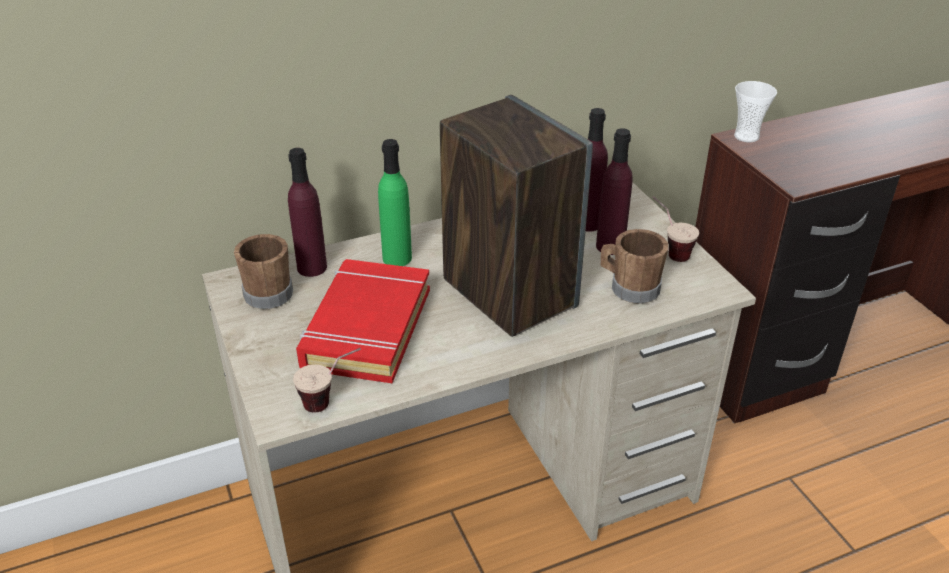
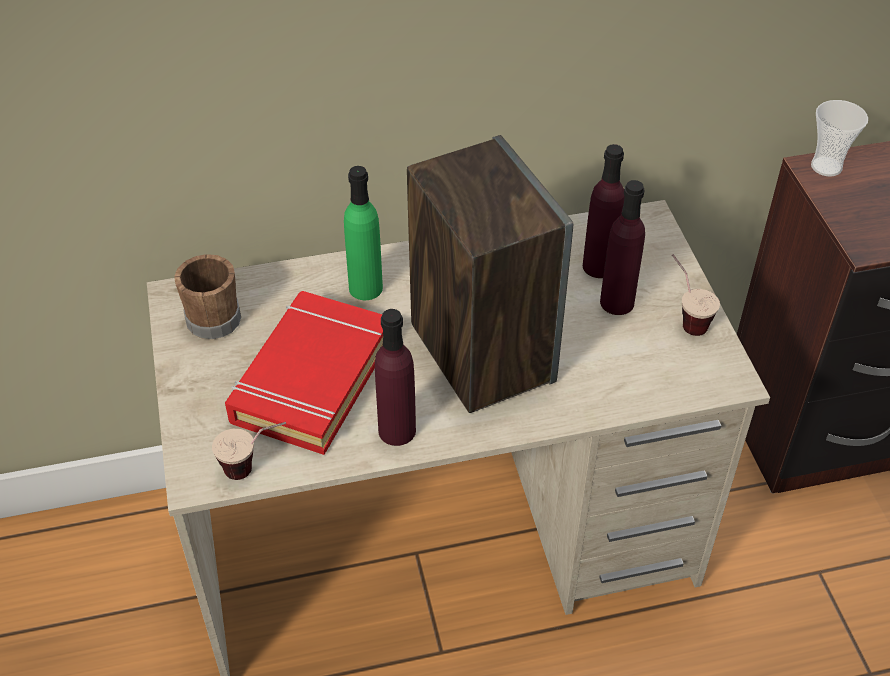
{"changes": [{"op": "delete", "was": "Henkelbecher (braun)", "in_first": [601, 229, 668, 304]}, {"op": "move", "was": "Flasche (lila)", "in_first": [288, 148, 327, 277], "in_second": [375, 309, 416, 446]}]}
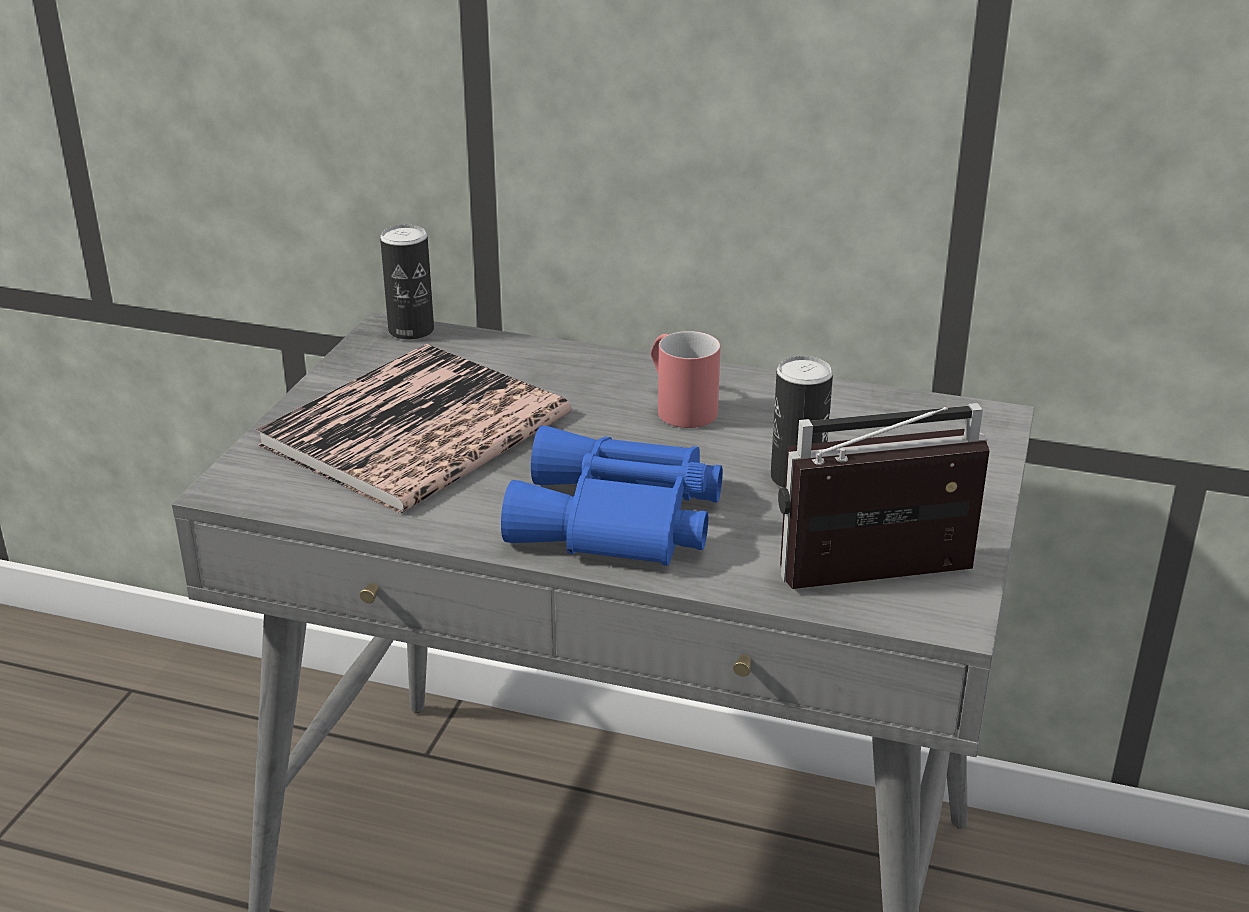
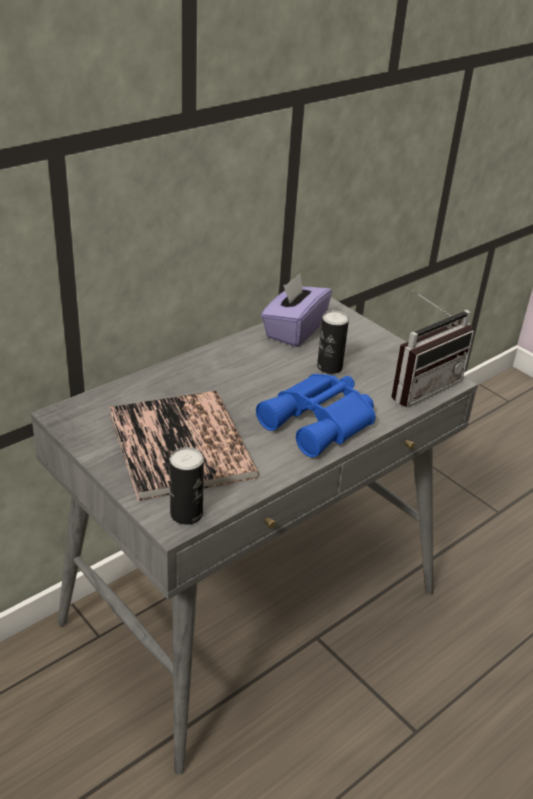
{"changes": [{"op": "delete", "was": "Henkelbecher (rot)", "in_first": [651, 331, 720, 428]}, {"op": "insert", "now": "Taschentuchbox (lila)", "in_second": [261, 274, 332, 347]}, {"op": "move", "was": "Dose", "in_first": [380, 224, 434, 340], "in_second": [170, 447, 204, 525]}, {"op": "rotate", "was": "Radio", "in_first": [778, 403, 990, 589], "in_second": [391, 290, 474, 407], "clockwise": -150}]}
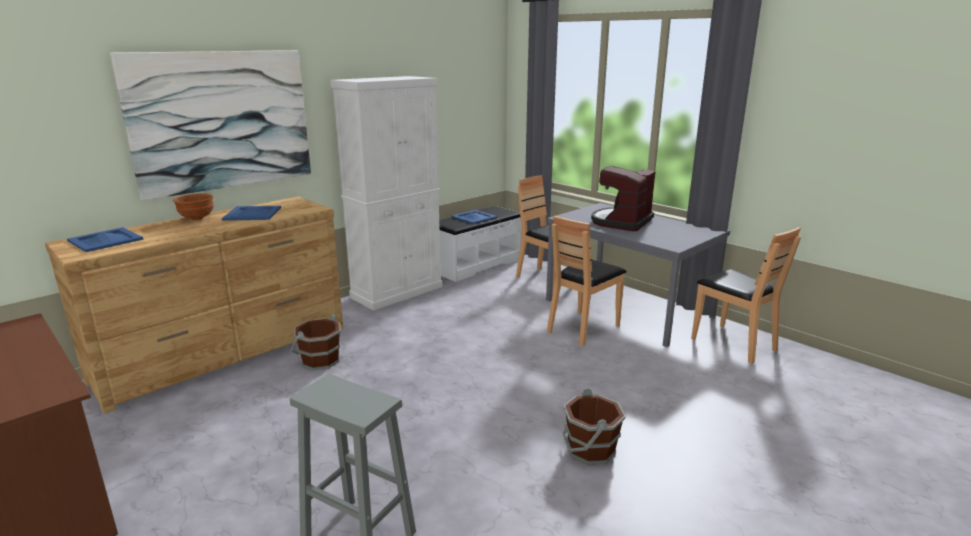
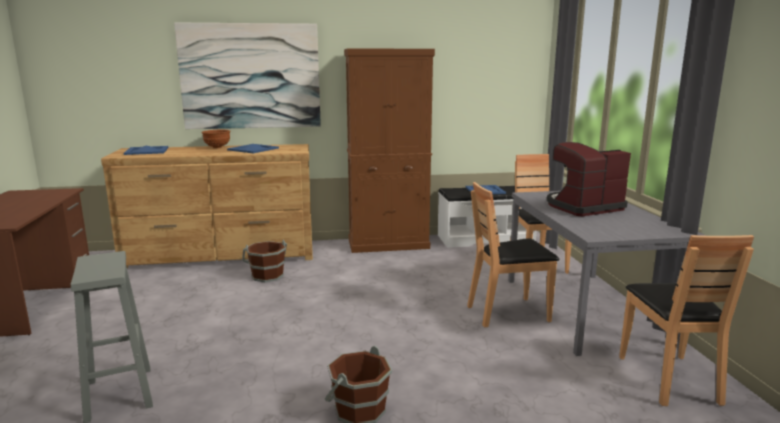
{"changes": [{"op": "recolor", "was": "Schrank (weiß)", "now": "Schrank (braun)", "in_first": [330, 76, 442, 311], "in_second": [344, 49, 435, 253]}]}
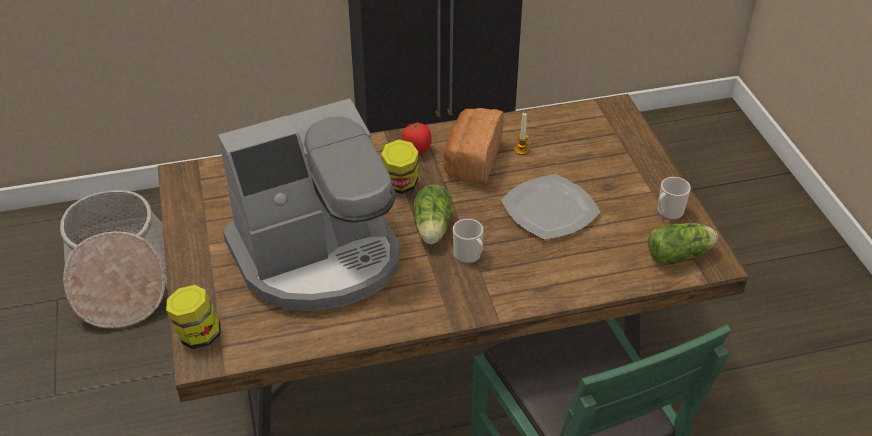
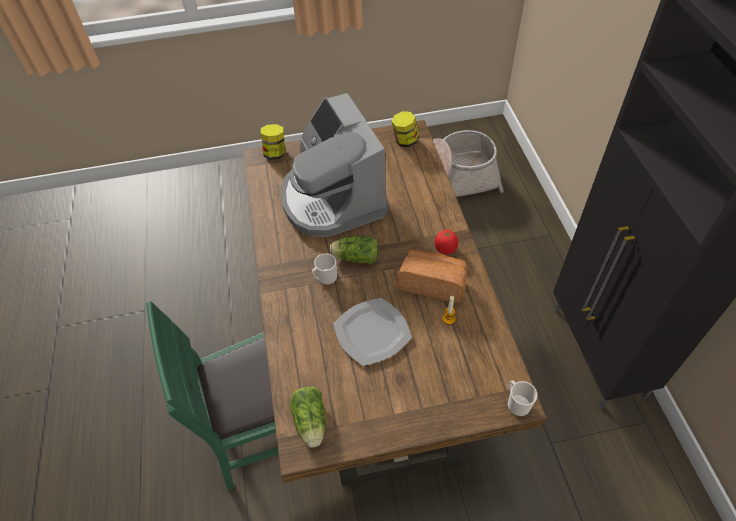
{"changes": [{"op": "move", "was": "Vorratsglas", "in_first": [381, 139, 418, 194], "in_second": [392, 111, 419, 147]}, {"op": "move", "was": "Henkelbecher", "in_first": [658, 177, 691, 220], "in_second": [508, 380, 538, 416]}]}
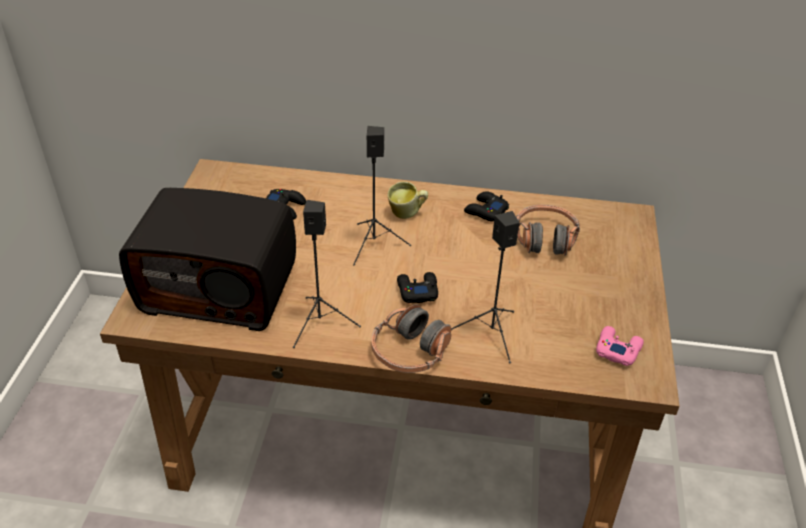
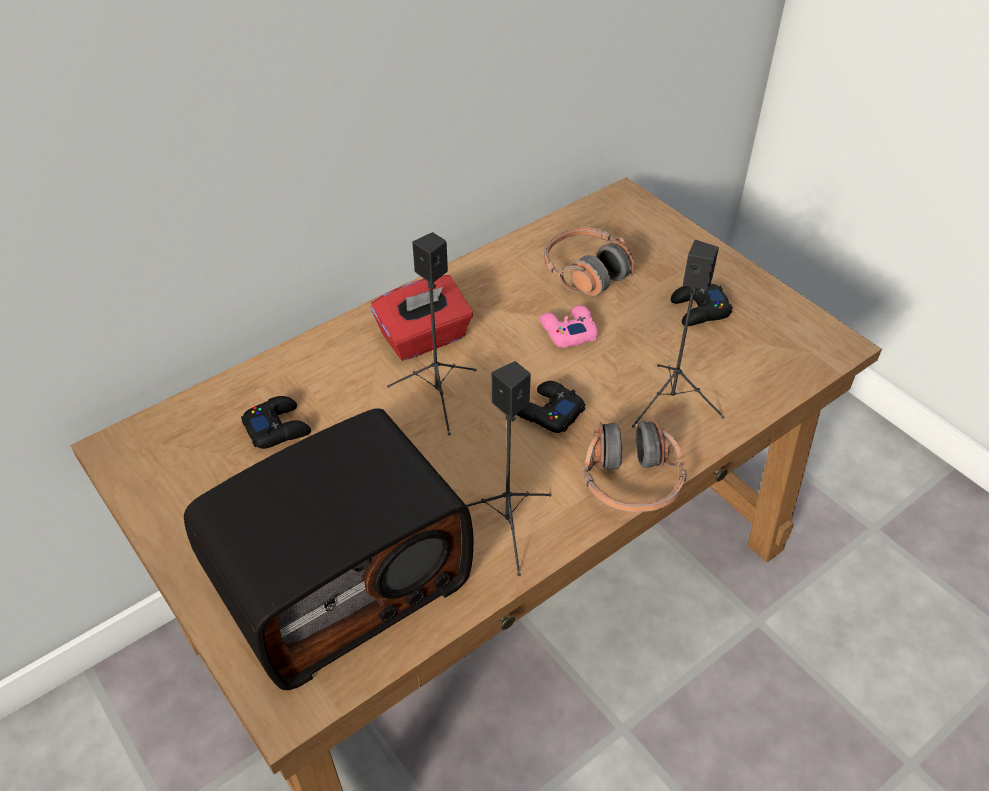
{"changes": [{"op": "move", "was": "Gamepad (schwarz)", "in_first": [464, 191, 509, 221], "in_second": [671, 284, 733, 326]}, {"op": "move", "was": "Gamepad (rosa)", "in_first": [596, 326, 644, 366], "in_second": [540, 305, 598, 348]}, {"op": "replace", "was": "Henkelbecher", "now": "Taschentuchbox (rot)", "in_first": [387, 181, 428, 219], "in_second": [371, 275, 473, 361]}]}
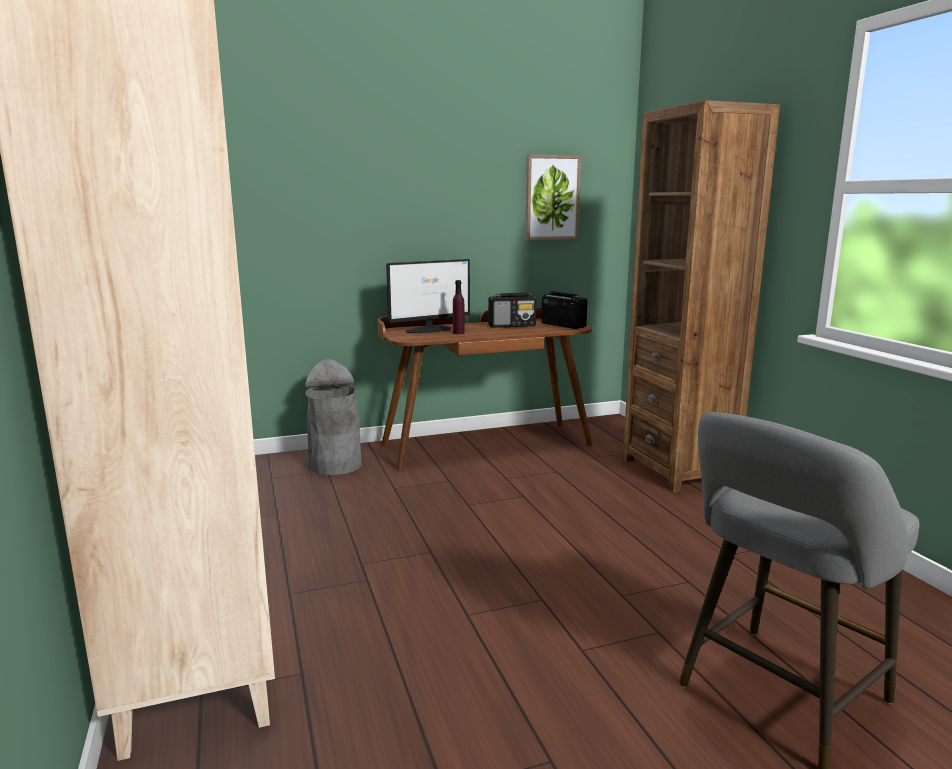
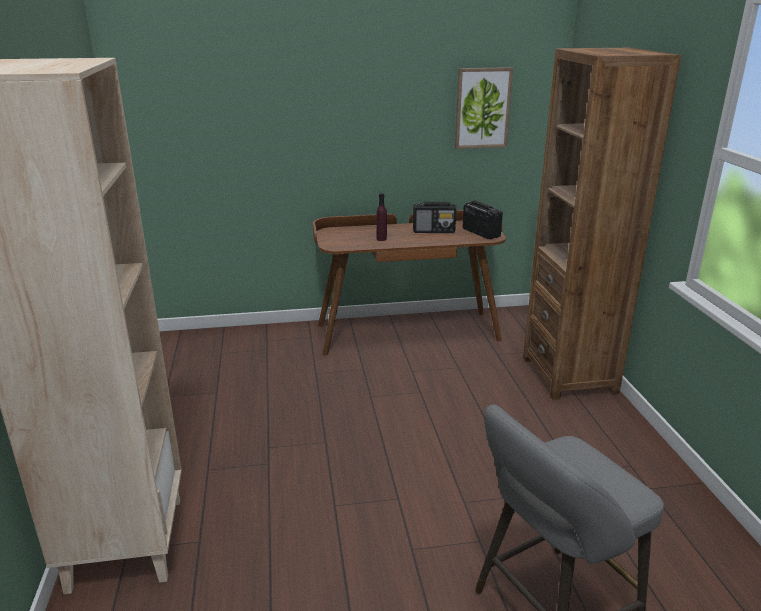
{"changes": [{"op": "delete", "was": "Mülleimer (grau)", "in_first": [305, 359, 362, 475]}, {"op": "delete", "was": "Monitor", "in_first": [386, 259, 470, 333]}]}
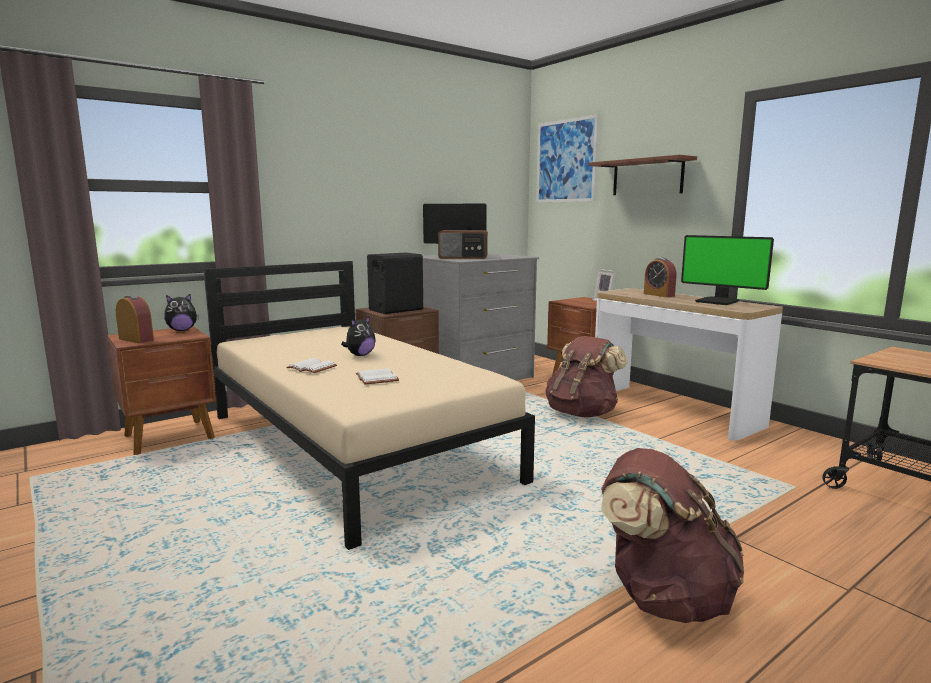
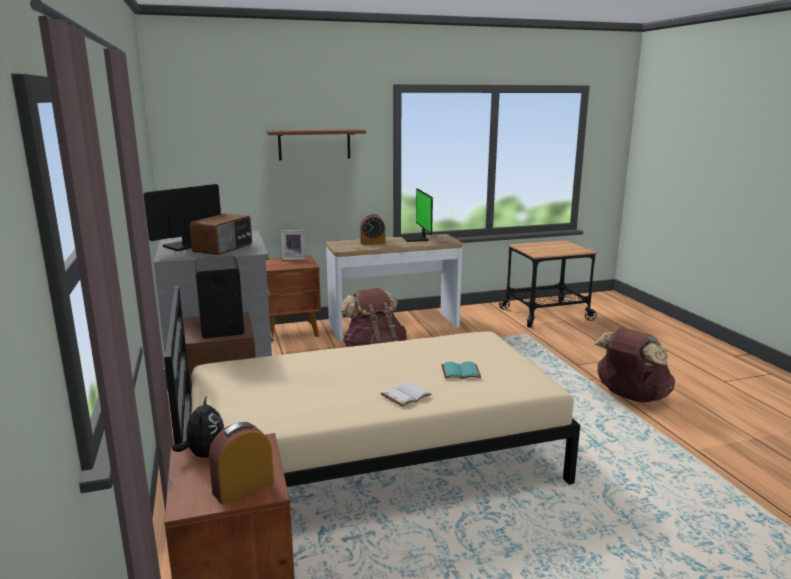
{"changes": [{"op": "delete", "was": "Plüschtier", "in_first": [341, 315, 376, 356]}, {"op": "delete", "was": "Bild", "in_first": [536, 114, 599, 203]}, {"op": "recolor", "was": "Buch (weiß)", "now": "Buch (türkis)", "in_first": [356, 368, 399, 385], "in_second": [441, 361, 481, 379]}, {"op": "rotate", "was": "Monitor", "in_first": [681, 235, 774, 305], "in_second": [402, 188, 433, 242], "clockwise": 105}]}
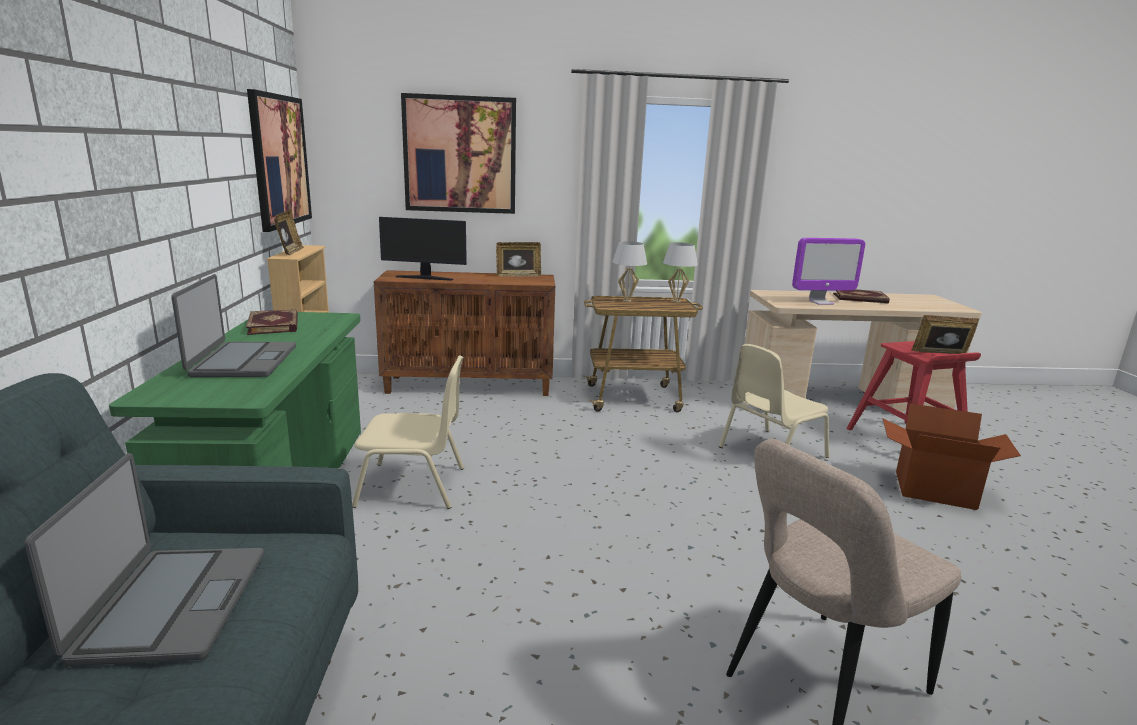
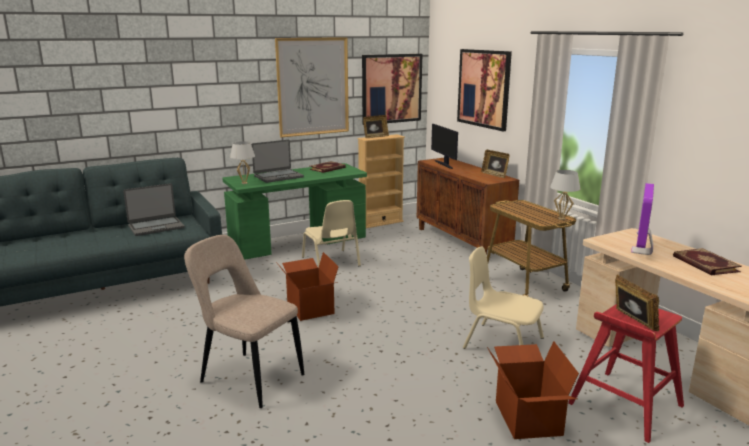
{"changes": [{"op": "insert", "now": "Bild", "in_second": [275, 37, 349, 137]}, {"op": "insert", "now": "Karton", "in_second": [276, 252, 339, 321]}, {"op": "move", "was": "Tischlampe (weiß)", "in_first": [612, 241, 647, 302], "in_second": [230, 141, 255, 184]}, {"op": "rotate", "was": "Monitor", "in_first": [792, 238, 865, 305], "in_second": [631, 183, 654, 255], "clockwise": 60}]}
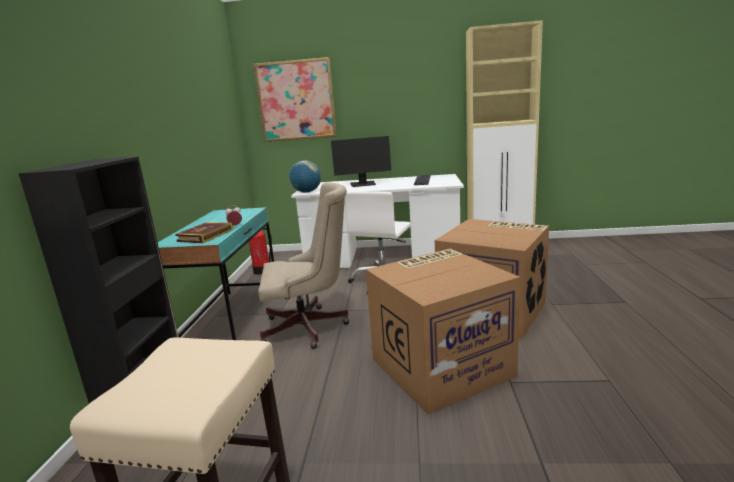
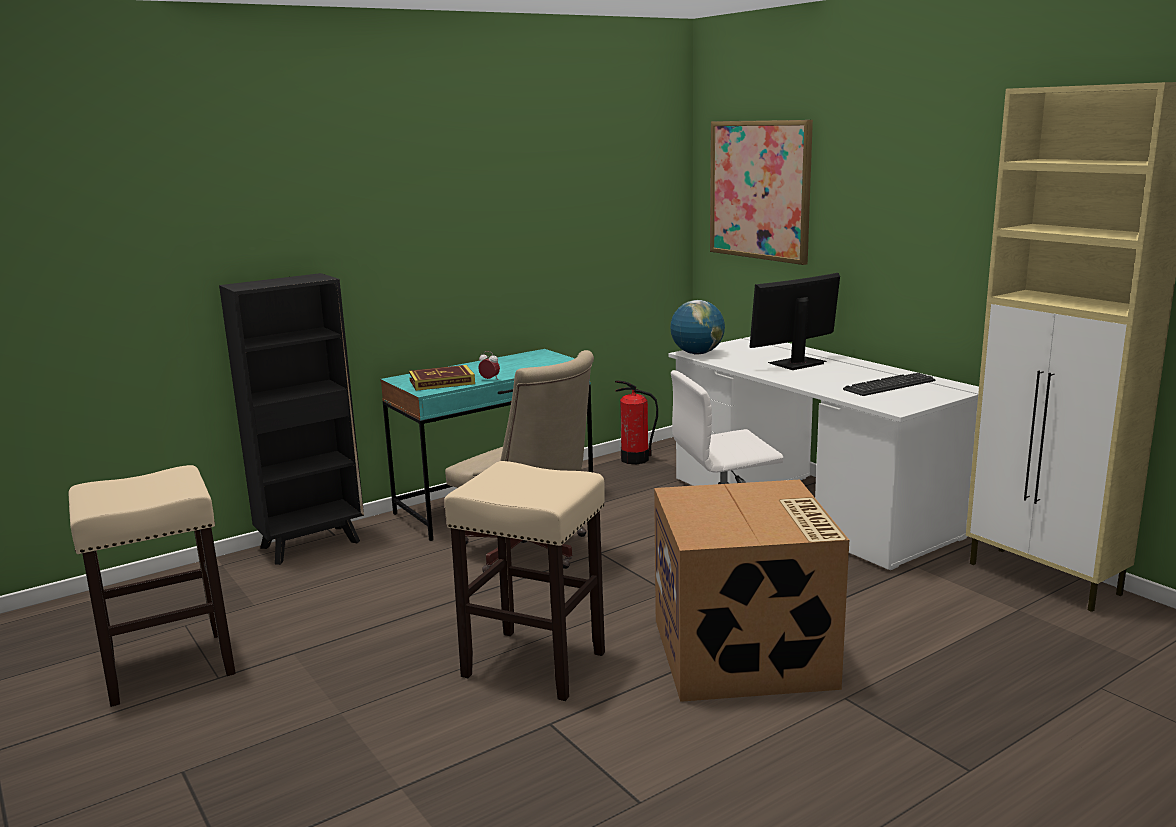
{"changes": [{"op": "replace", "was": "Karton", "now": "Hocker (beige)", "in_first": [366, 249, 520, 415], "in_second": [444, 461, 605, 701]}, {"op": "rotate", "was": "Monitor", "in_first": [331, 136, 391, 187], "in_second": [750, 273, 840, 370], "clockwise": 105}]}
